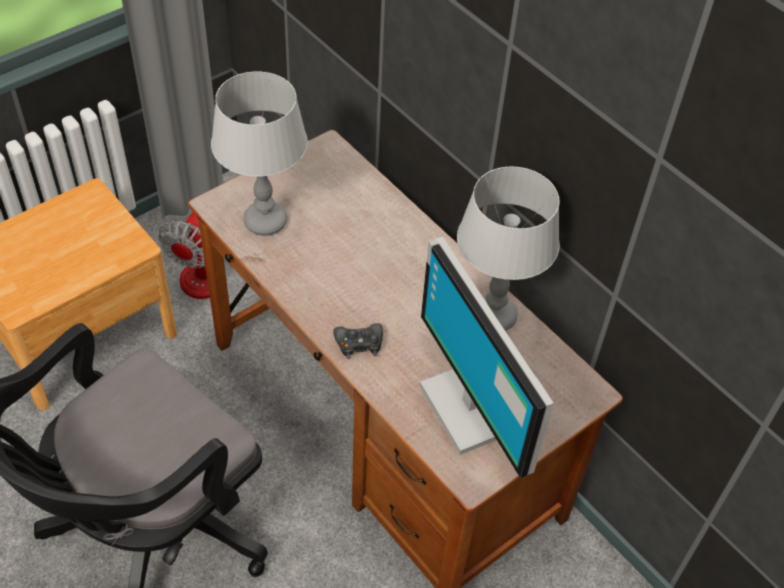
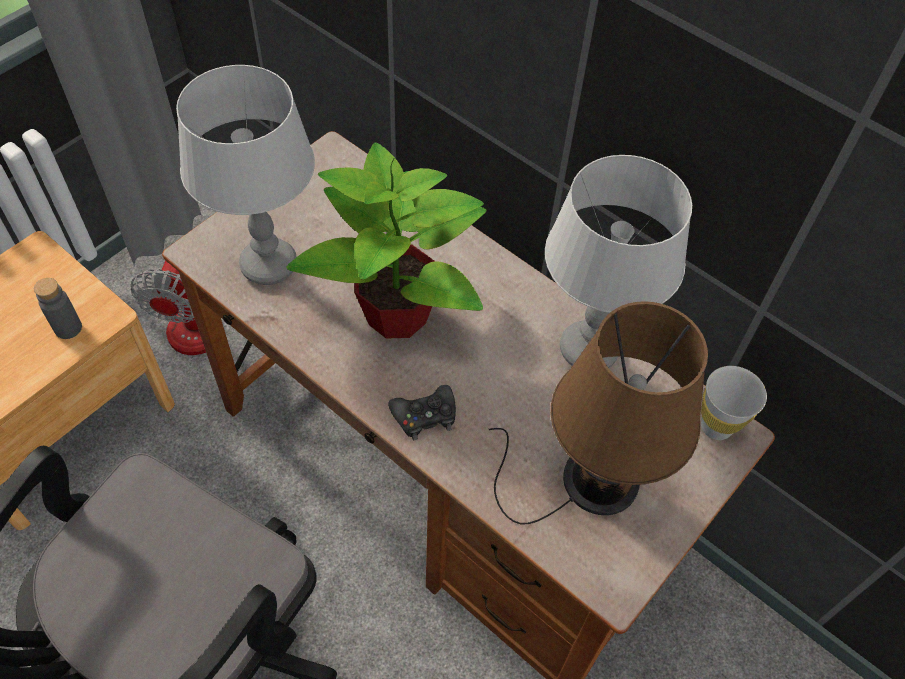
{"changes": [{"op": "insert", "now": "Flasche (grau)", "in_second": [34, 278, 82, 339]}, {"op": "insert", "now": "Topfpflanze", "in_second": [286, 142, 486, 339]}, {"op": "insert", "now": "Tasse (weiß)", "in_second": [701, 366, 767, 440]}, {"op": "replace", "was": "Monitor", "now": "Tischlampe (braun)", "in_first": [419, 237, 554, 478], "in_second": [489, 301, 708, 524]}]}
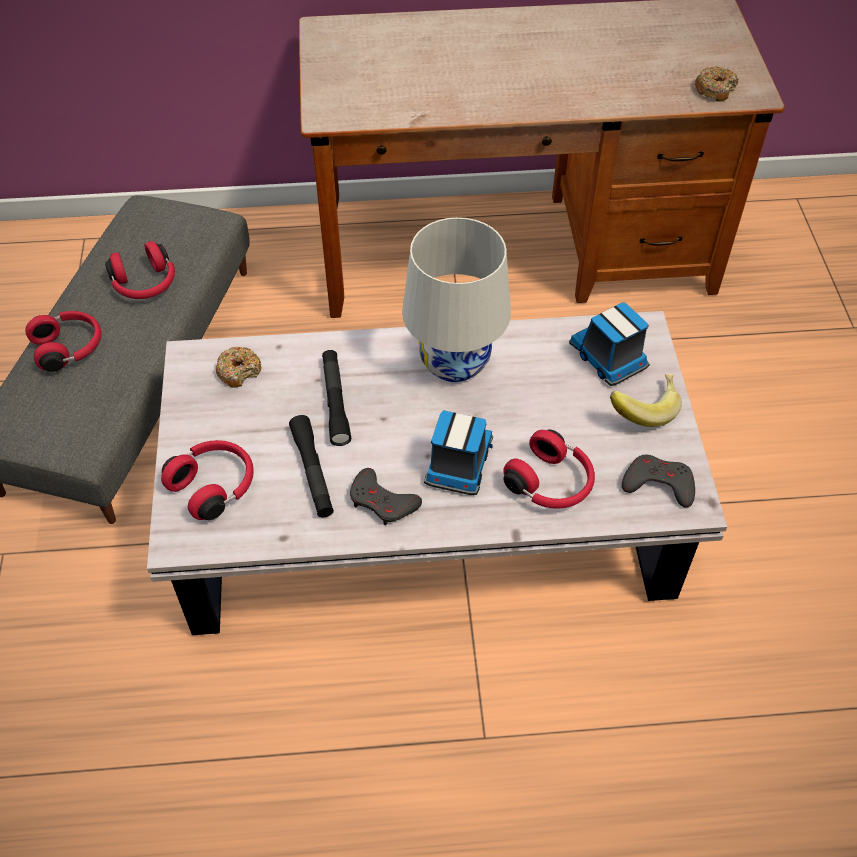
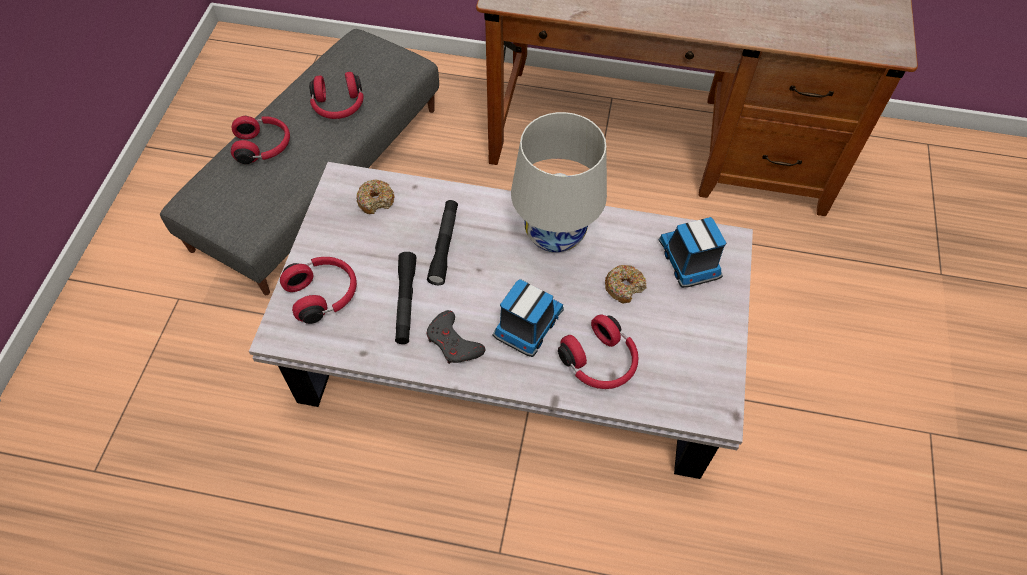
{"changes": [{"op": "delete", "was": "Banane", "in_first": [610, 373, 682, 427]}, {"op": "delete", "was": "Gamepad (grau)", "in_first": [622, 455, 695, 508]}, {"op": "move", "was": "Donut", "in_first": [695, 66, 739, 102], "in_second": [605, 265, 647, 304]}]}
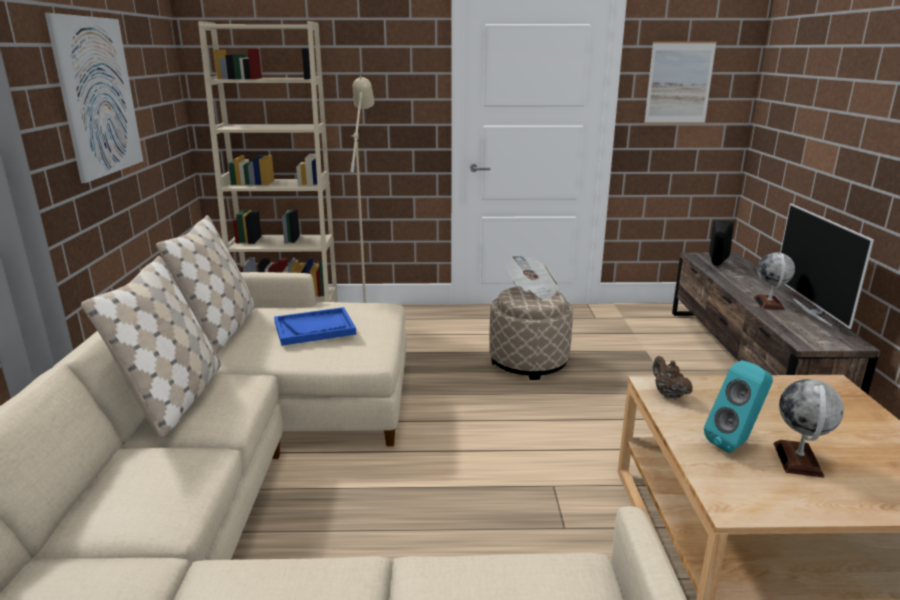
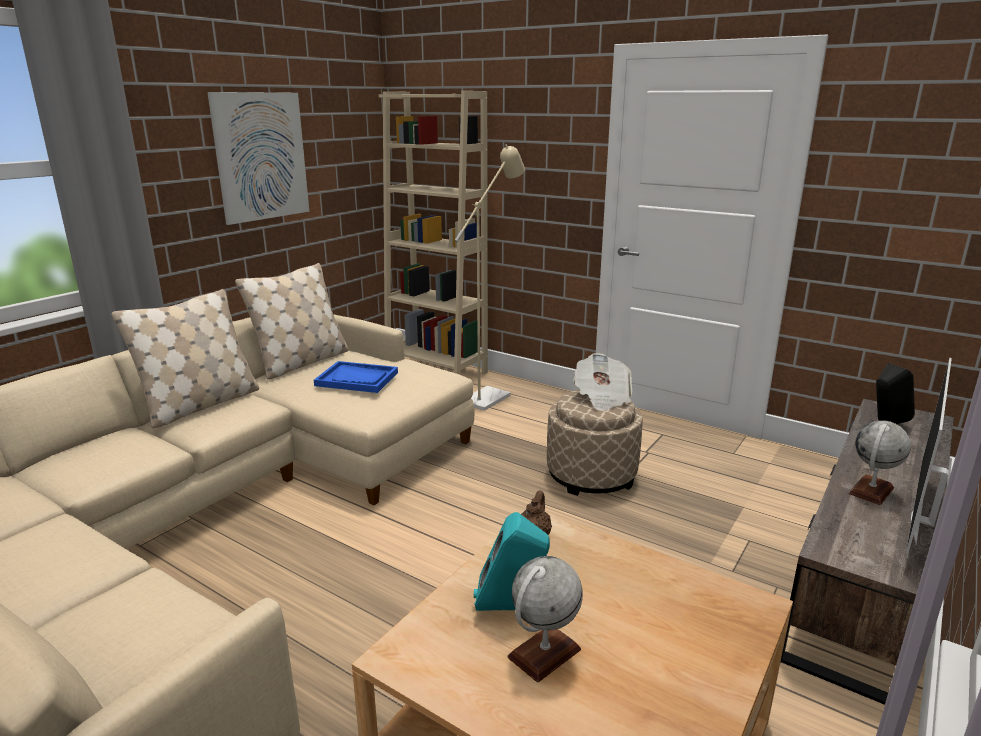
{"changes": [{"op": "delete", "was": "Bild", "in_first": [644, 41, 717, 124]}]}
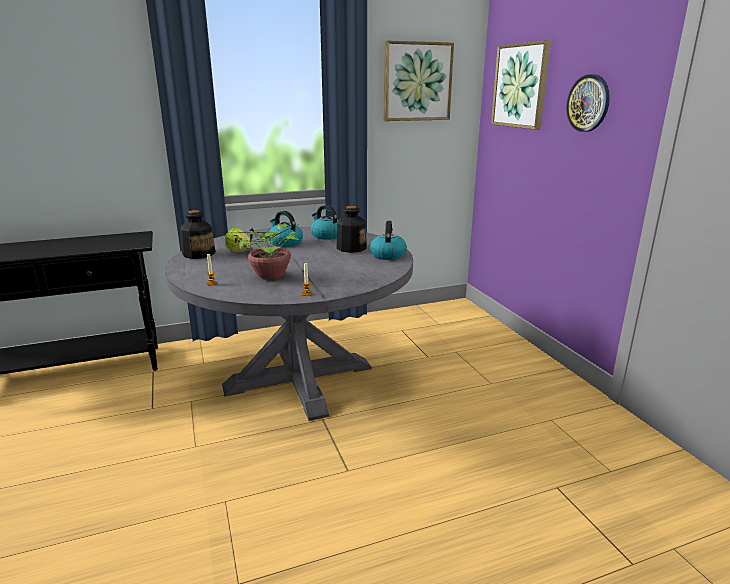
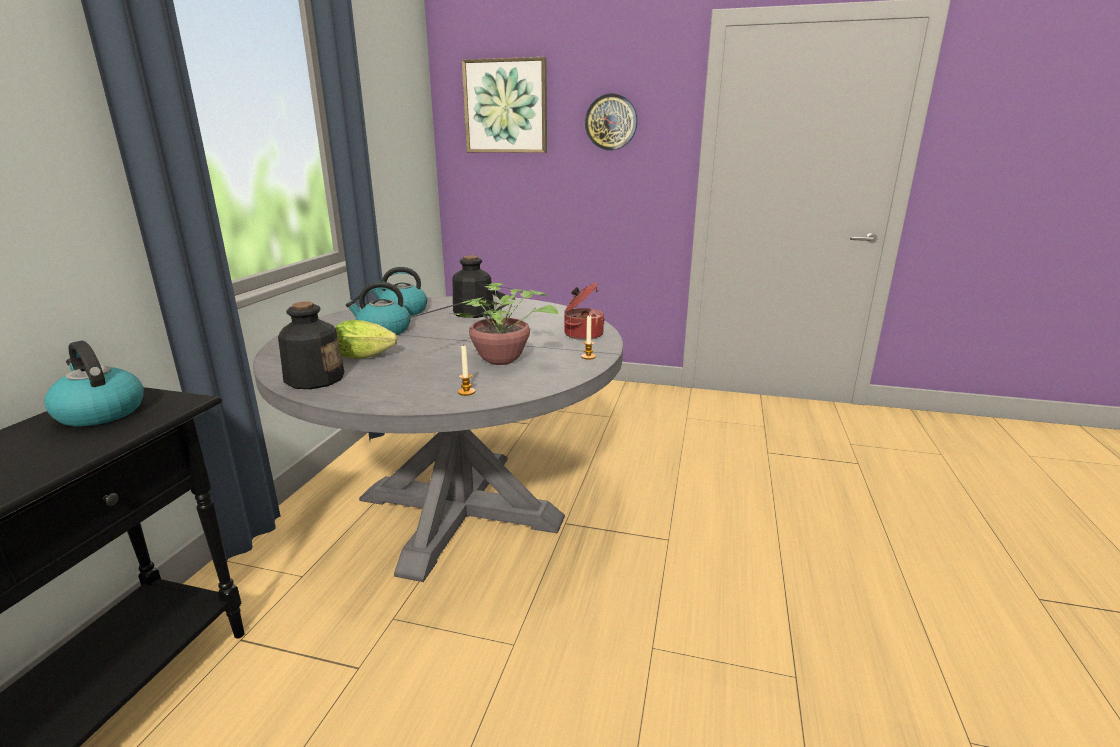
{"changes": [{"op": "delete", "was": "Bild", "in_first": [384, 41, 454, 121]}, {"op": "insert", "now": "Kochtopf", "in_second": [564, 282, 605, 340]}, {"op": "move", "was": "Wasserkessel", "in_first": [370, 221, 407, 260], "in_second": [44, 341, 144, 427]}]}
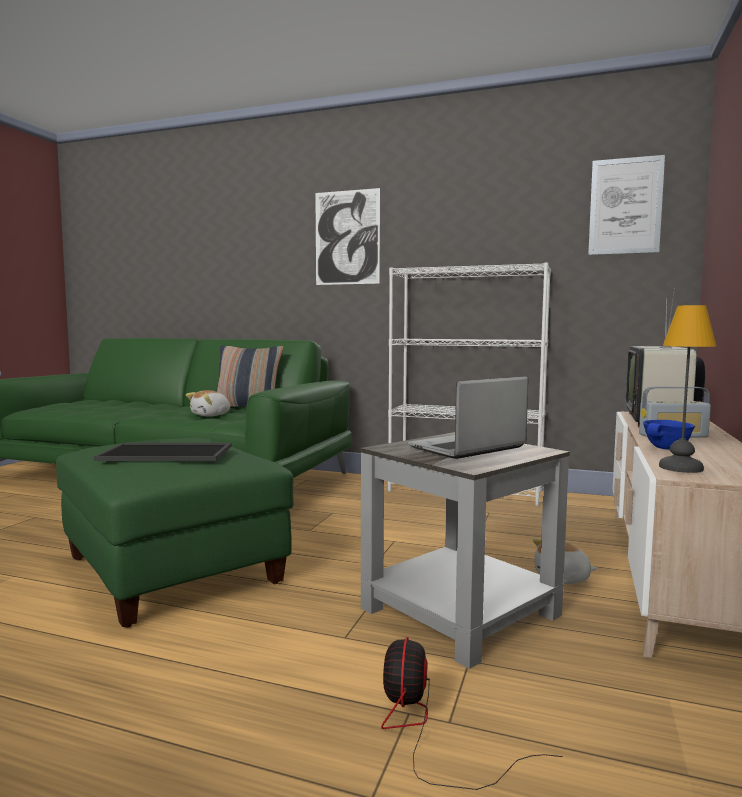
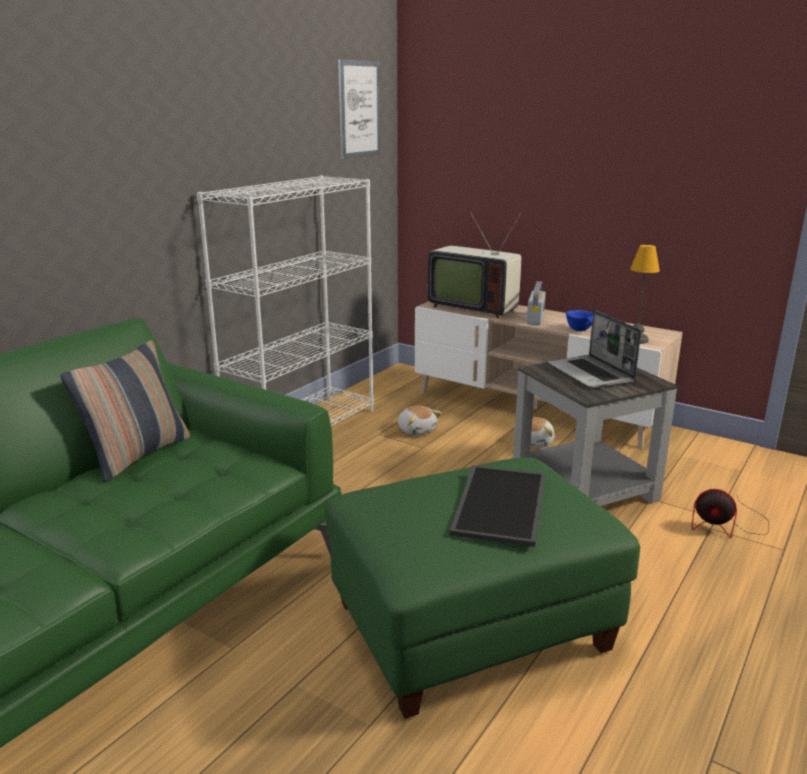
{"changes": [{"op": "delete", "was": "Bild", "in_first": [315, 188, 380, 285]}, {"op": "move", "was": "Plüschtier", "in_first": [186, 390, 231, 416], "in_second": [398, 405, 442, 435]}]}
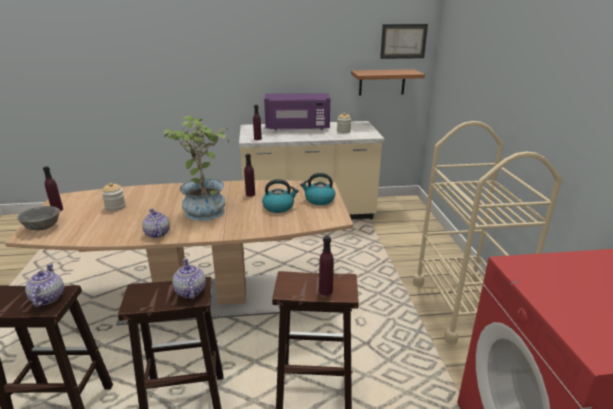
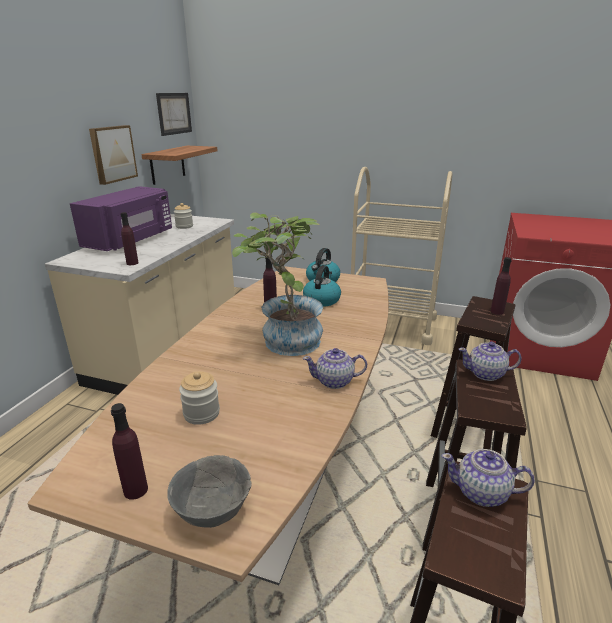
{"changes": [{"op": "insert", "now": "Bild", "in_second": [89, 125, 138, 185]}]}
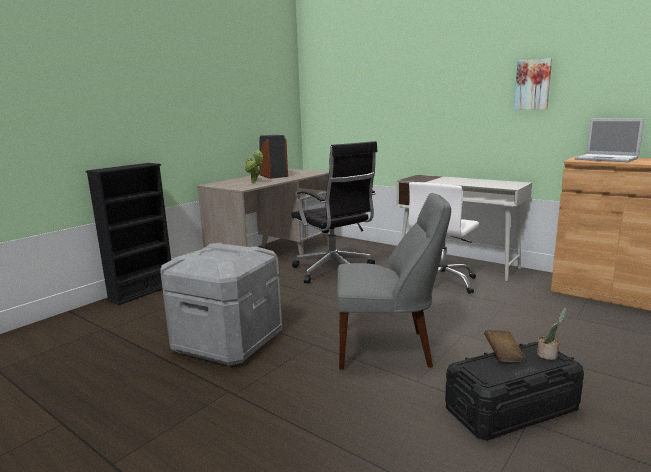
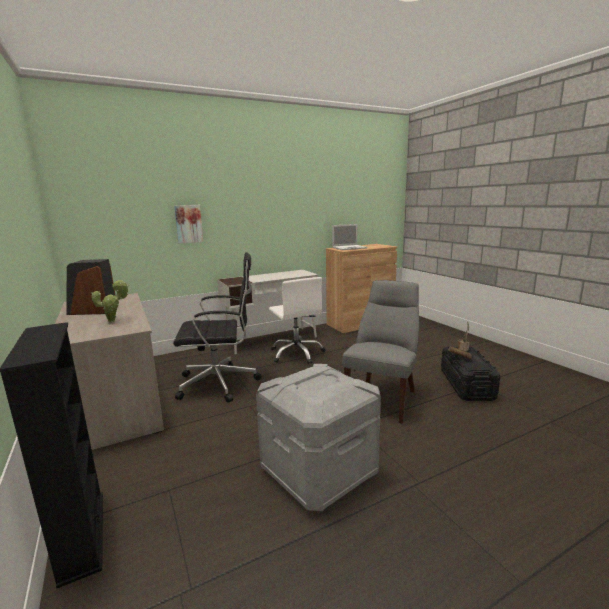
{"changes": [{"op": "move", "was": "Bild", "in_first": [514, 58, 552, 110], "in_second": [174, 205, 203, 243]}]}
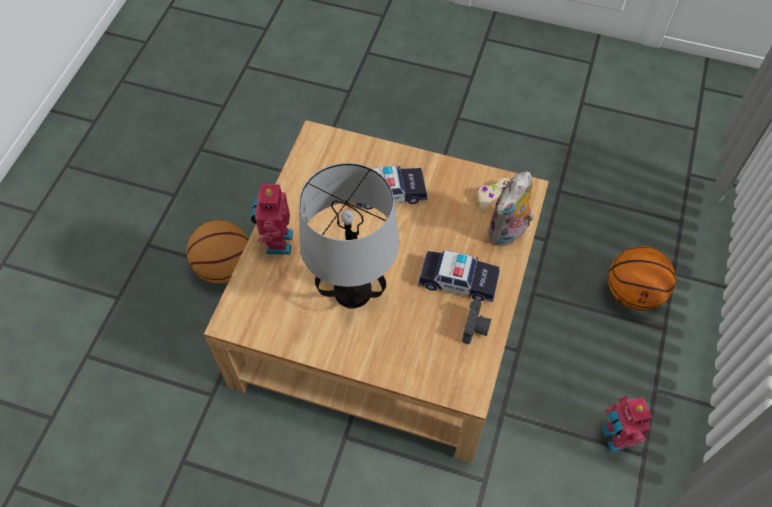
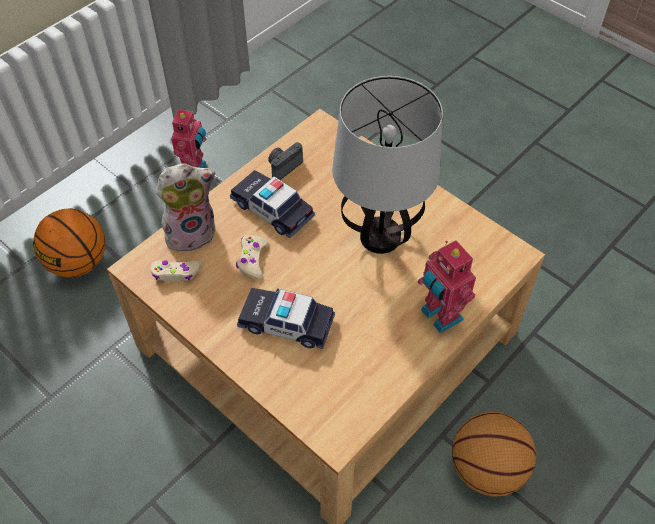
{"changes": [{"op": "insert", "now": "Gamepad (beige)", "in_second": [236, 235, 269, 280]}, {"op": "rotate", "was": "Spielzeugroboter", "in_first": [251, 180, 293, 255], "in_second": [418, 240, 476, 333], "clockwise": 120}]}
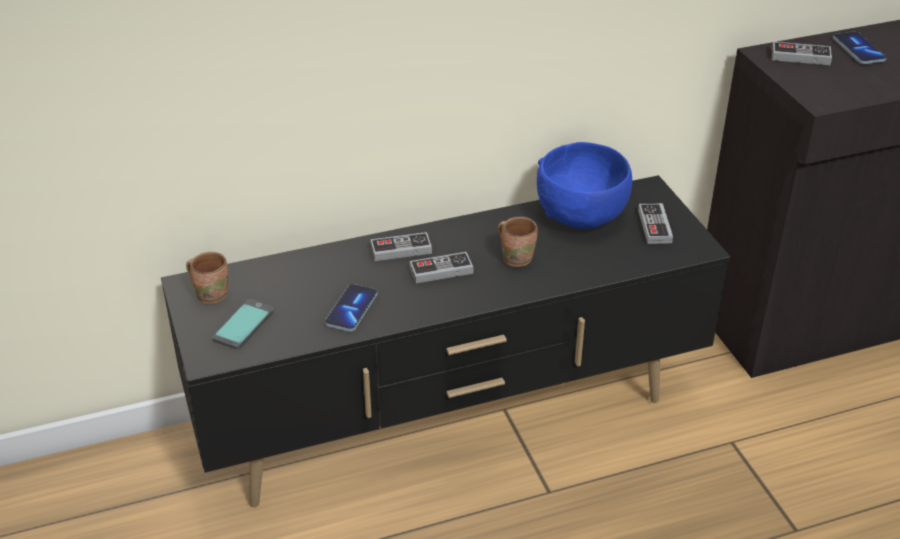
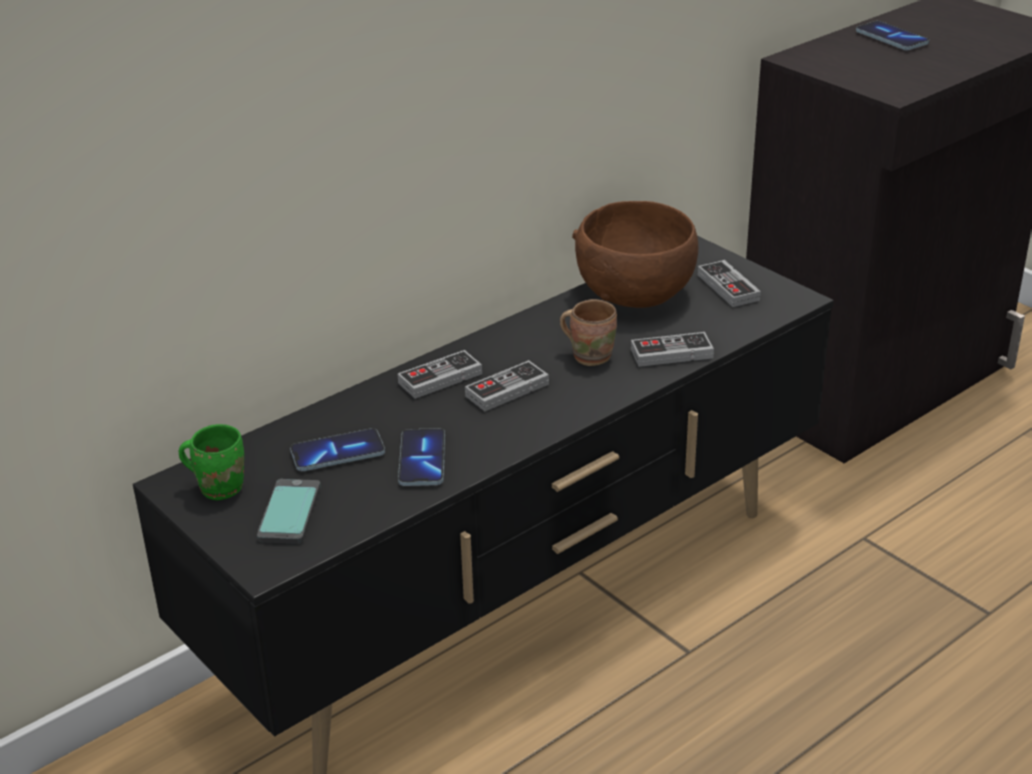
{"changes": [{"op": "insert", "now": "Handy", "in_second": [290, 428, 385, 471]}, {"op": "move", "was": "Gamepad", "in_first": [772, 41, 832, 65], "in_second": [631, 332, 714, 367]}, {"op": "recolor", "was": "Henkelbecher (braun)", "now": "Henkelbecher (grün)", "in_first": [186, 252, 228, 304], "in_second": [179, 424, 244, 500]}, {"op": "recolor", "was": "Schüssel (blau)", "now": "Schüssel (braun)", "in_first": [536, 142, 632, 229], "in_second": [572, 201, 698, 308]}]}
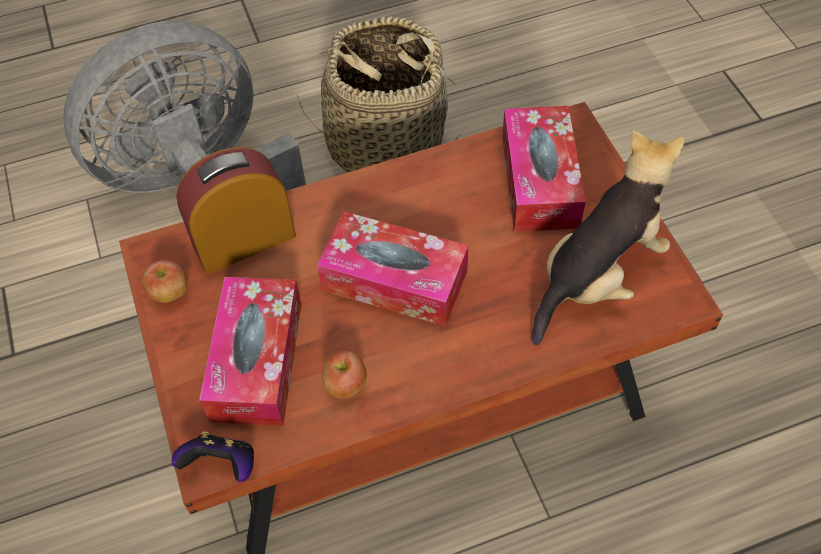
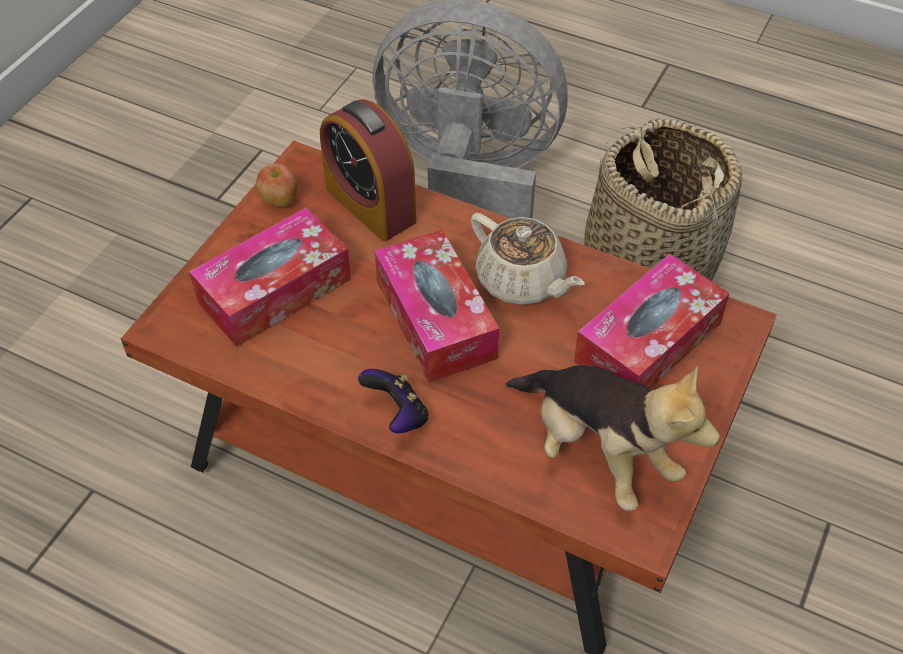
{"changes": [{"op": "delete", "was": "Apfel", "in_first": [322, 351, 367, 399]}, {"op": "insert", "now": "Teekanne (beige)", "in_second": [470, 213, 584, 305]}, {"op": "move", "was": "Gamepad", "in_first": [172, 431, 254, 482], "in_second": [358, 369, 429, 433]}, {"op": "rotate", "was": "Wecker", "in_first": [176, 147, 296, 274], "in_second": [320, 99, 416, 241], "clockwise": -150}, {"op": "rotate", "was": "Plüschtier", "in_first": [532, 130, 684, 345], "in_second": [506, 365, 720, 511], "clockwise": 45}]}
